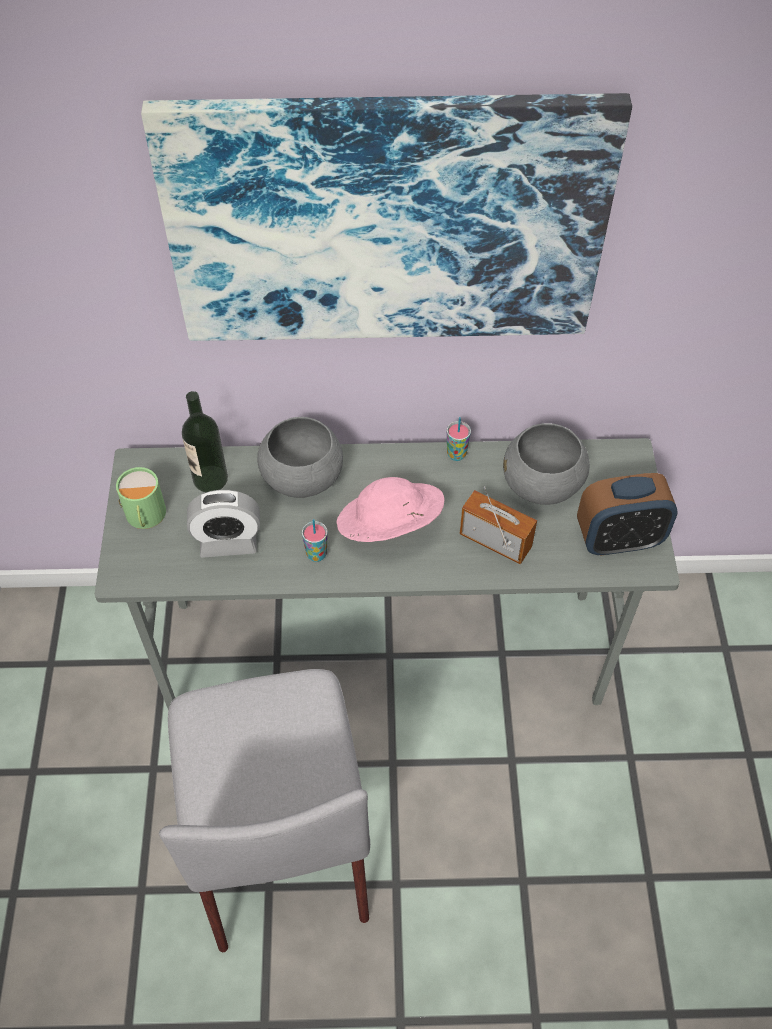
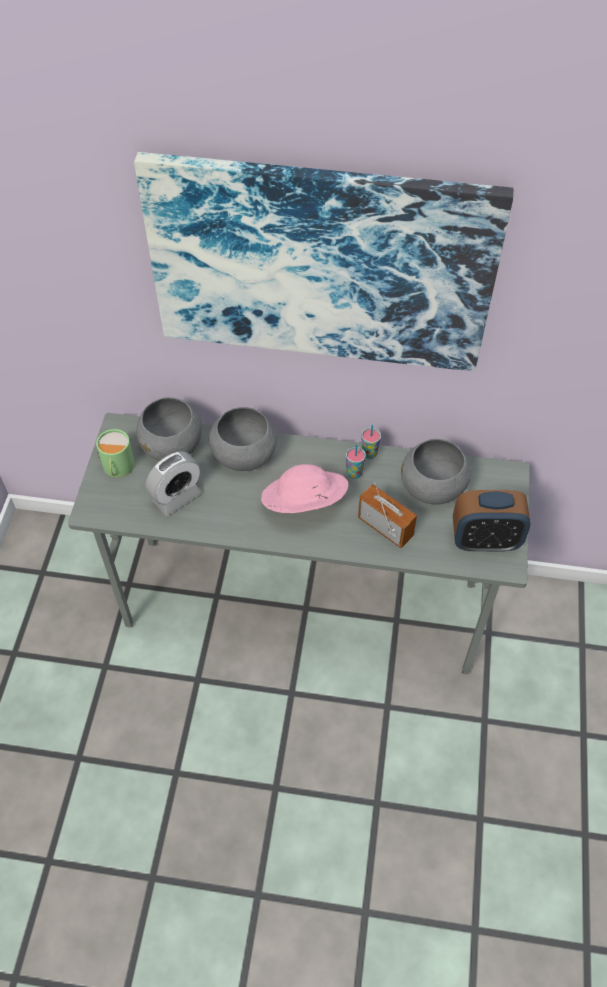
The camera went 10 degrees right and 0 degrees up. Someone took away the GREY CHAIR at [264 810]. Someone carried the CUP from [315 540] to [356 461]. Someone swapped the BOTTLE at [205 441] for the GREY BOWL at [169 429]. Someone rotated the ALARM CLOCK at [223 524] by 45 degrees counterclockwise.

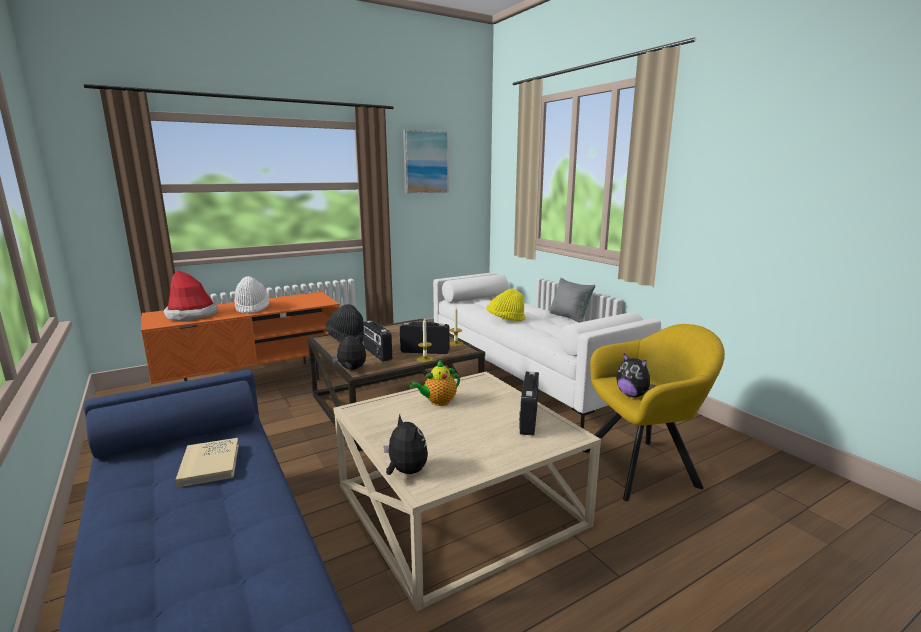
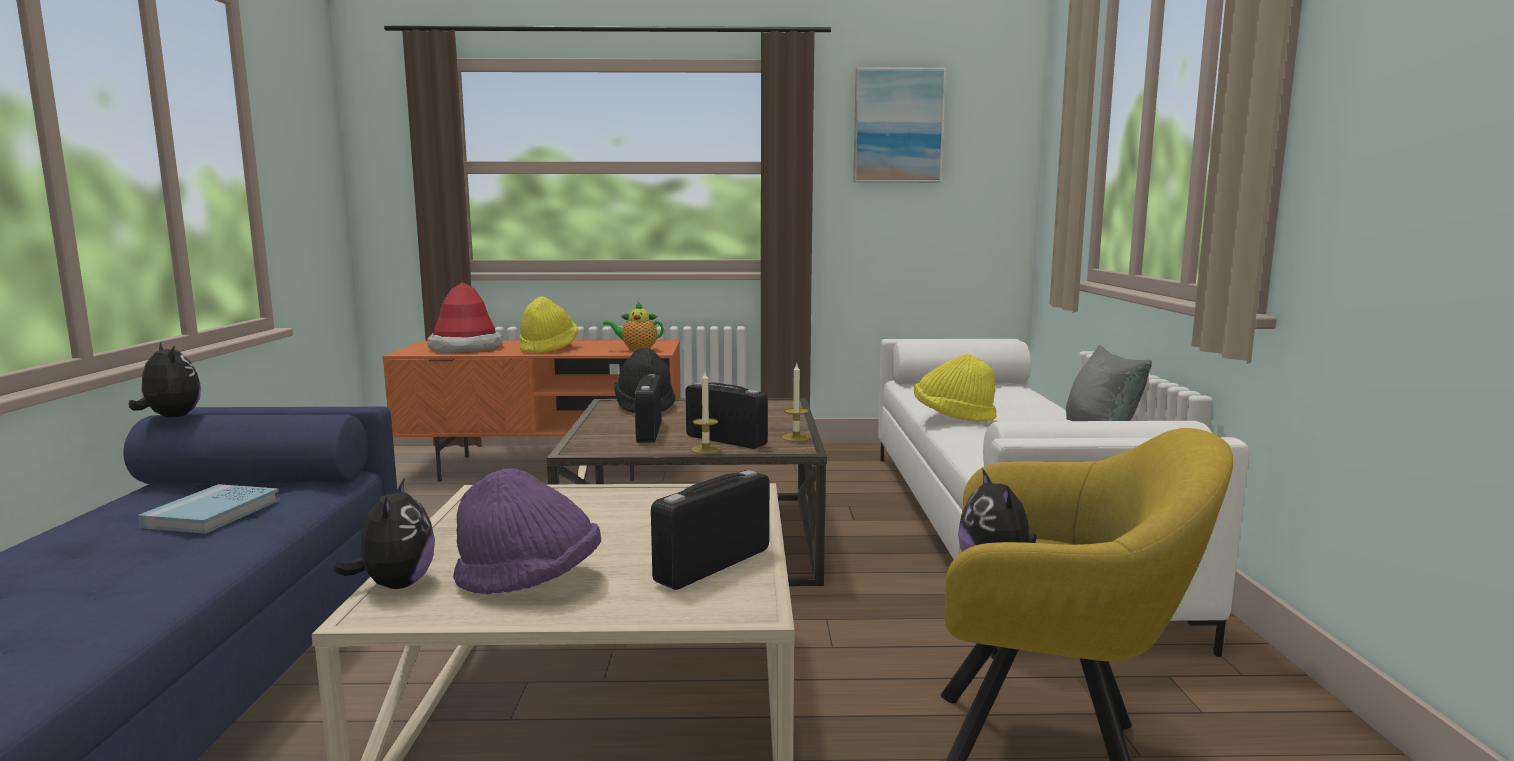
The camera went 30 degrees right and 5 degrees down. Someone put down the PURPLE HAT at [527 531]. Someone carried the PLUSH TOY from [349 351] to [165 379]. Someone carried the TEAPOT from [434 383] to [633 326]. Someone repainted the BEIGE BOOK at [207 463], which became the BLUE BOOK at [209 509]. Someone repainted the WHITE HAT at [252 294], which became the YELLOW HAT at [548 325].

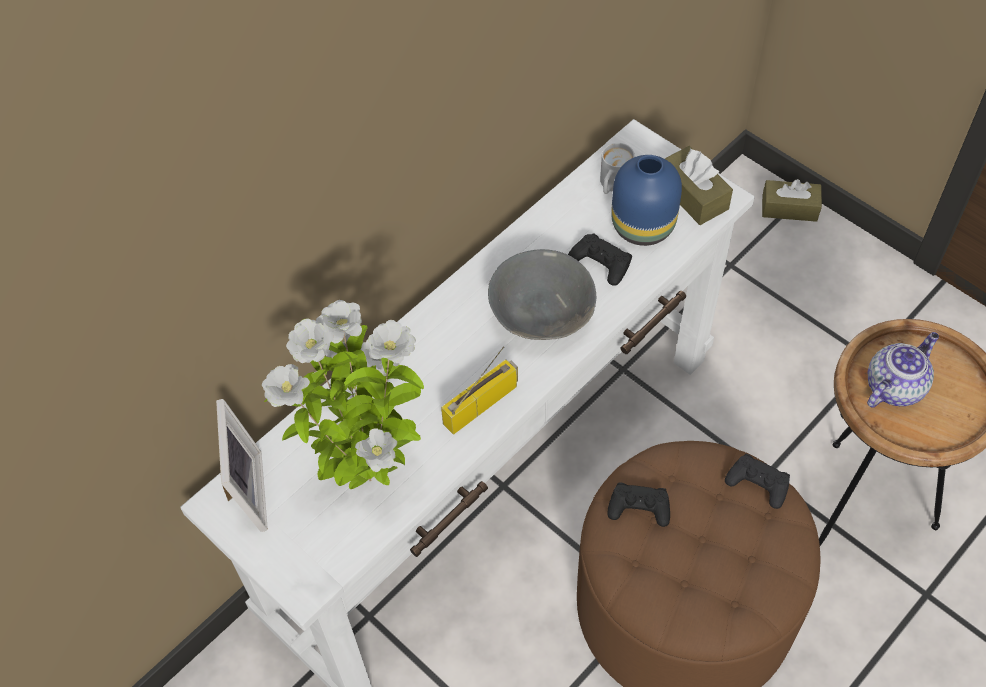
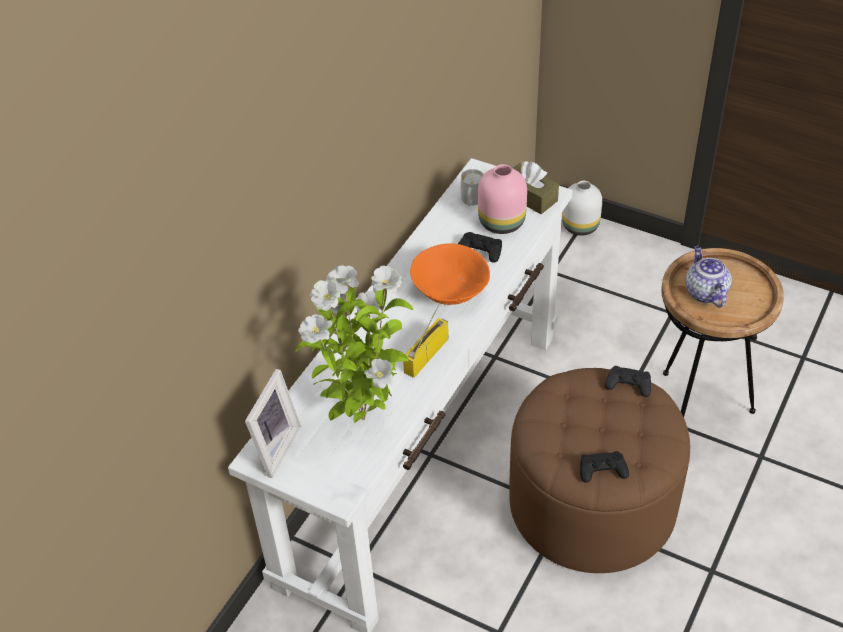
The camera went 15 degrees left and 10 degrees down. Someone carried the BLACK GAME CONTROLLER from [638 504] to [604 466]. Someone swapped the BROWN TISSUE BOX at [792 200] for the WHITE VASE at [582 208]. Someone repainted the GREY BOWL at [542 294], which became the ORANGE BOWL at [450 274]. Someone repainted the BLUE VASE at [646 200], which became the PINK VASE at [502 199]. Someone rotated the PICTURE FRAME at [242 465] by 45 degrees clockwise. Someone rotated the TEAPOT at [903 370] by 45 degrees counterclockwise.

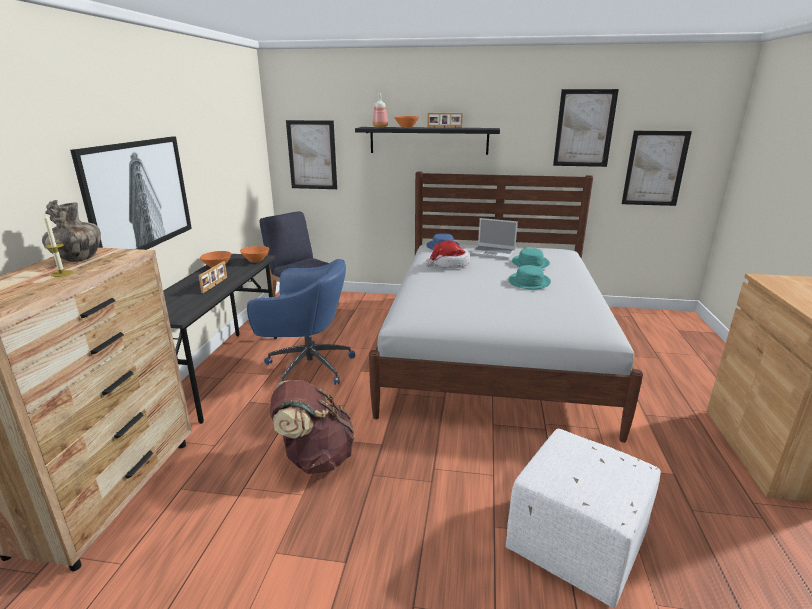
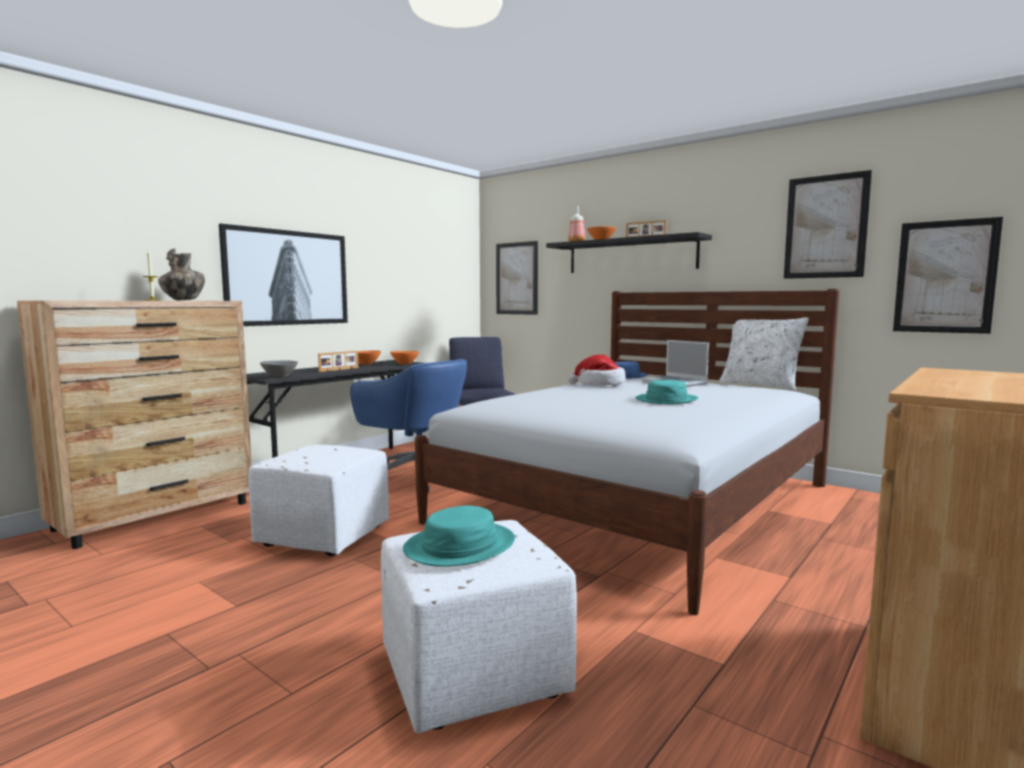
The camera went 30 degrees right and 15 degrees down. Someone put down the GREY BOWL at [279 369]. Someone put down the WHITE PILLOW at [764 354]. Someone carried the TURQUOISE HAT from [531 258] to [459 536]. Someone swapped the BROWN BACKPACK at [312 427] for the WHITE OTTOMAN at [319 500].

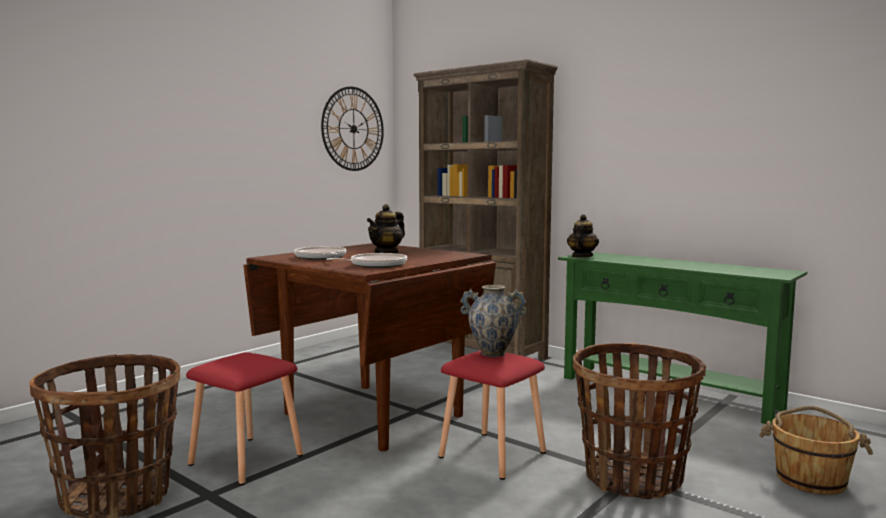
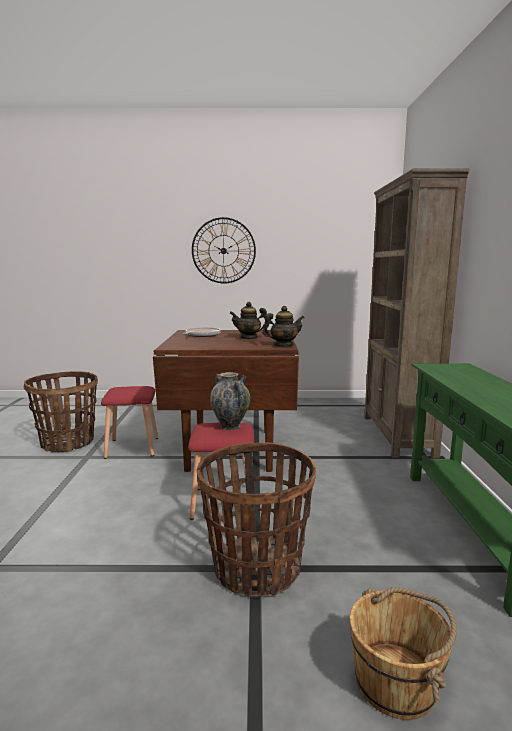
The camera went 50 degrees right and 5 degrees up. Someone took away the FRYING PAN at [366 260]. Someone carried the WALL CLOCK from [352 129] to [224 250]. Someone carried the TEAPOT from [583 235] to [283 326].

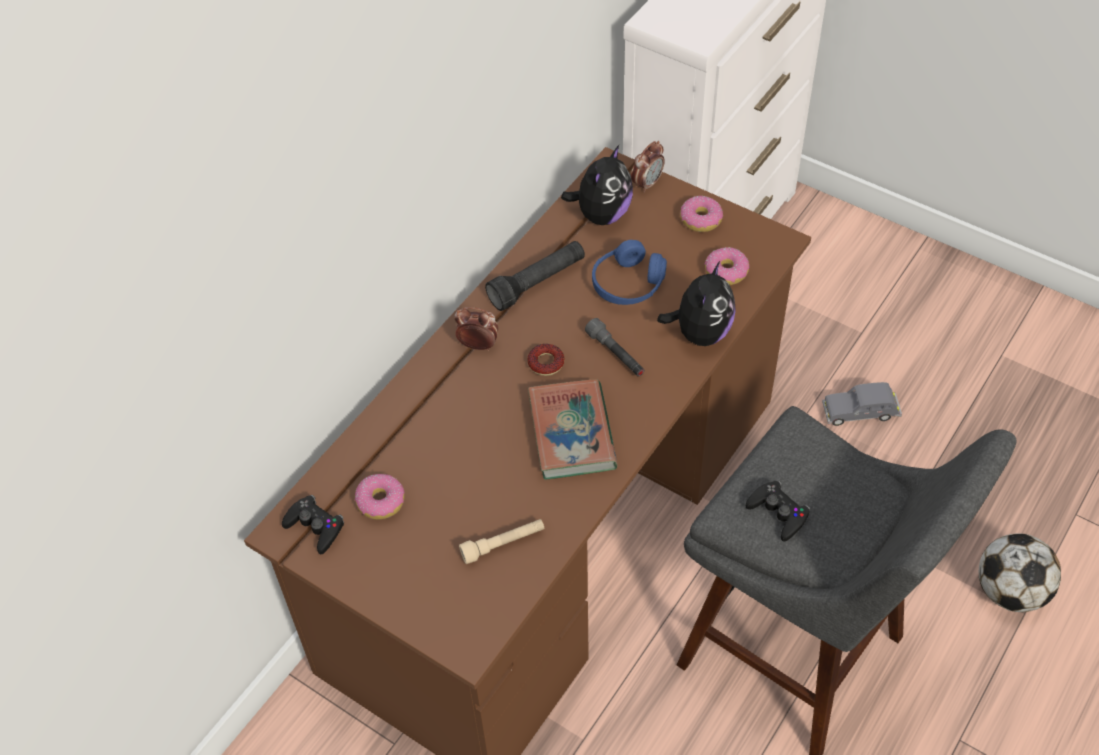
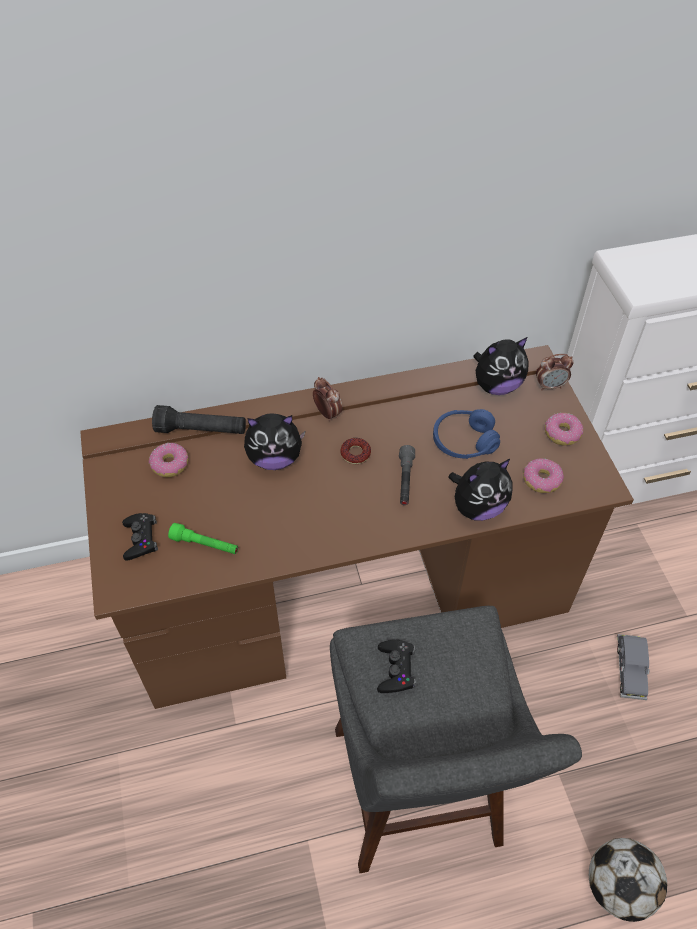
The camera went 40 degrees right and 0 degrees up. Someone took away the BOOK at [572 429]. Someone put down the PLUSH TOY at [275 441]. Someone carried the BLACK GAME CONTROLLER from [313 524] to [140 537]. Someone carried the BLACK FLASHLIGHT from [535 276] to [199 419]. Someone repainted the BEIGE FLASHLIGHT at [501 541], which became the GREEN FLASHLIGHT at [203 538]. Someone rotated the GREY TOY CAR at [862 404] by 120 degrees counterclockwise.

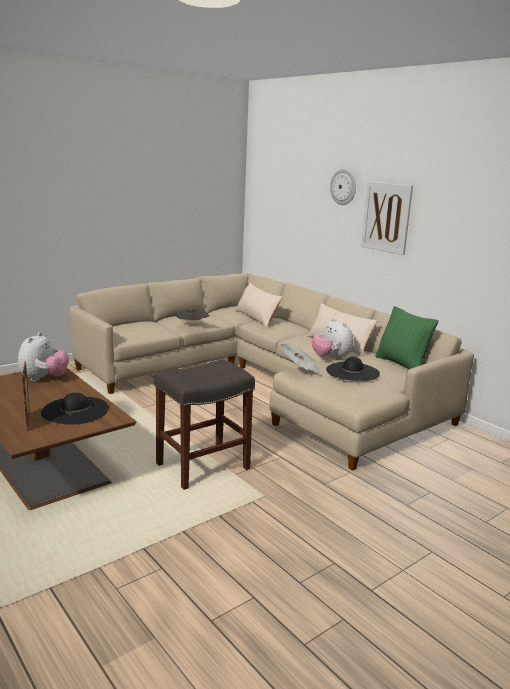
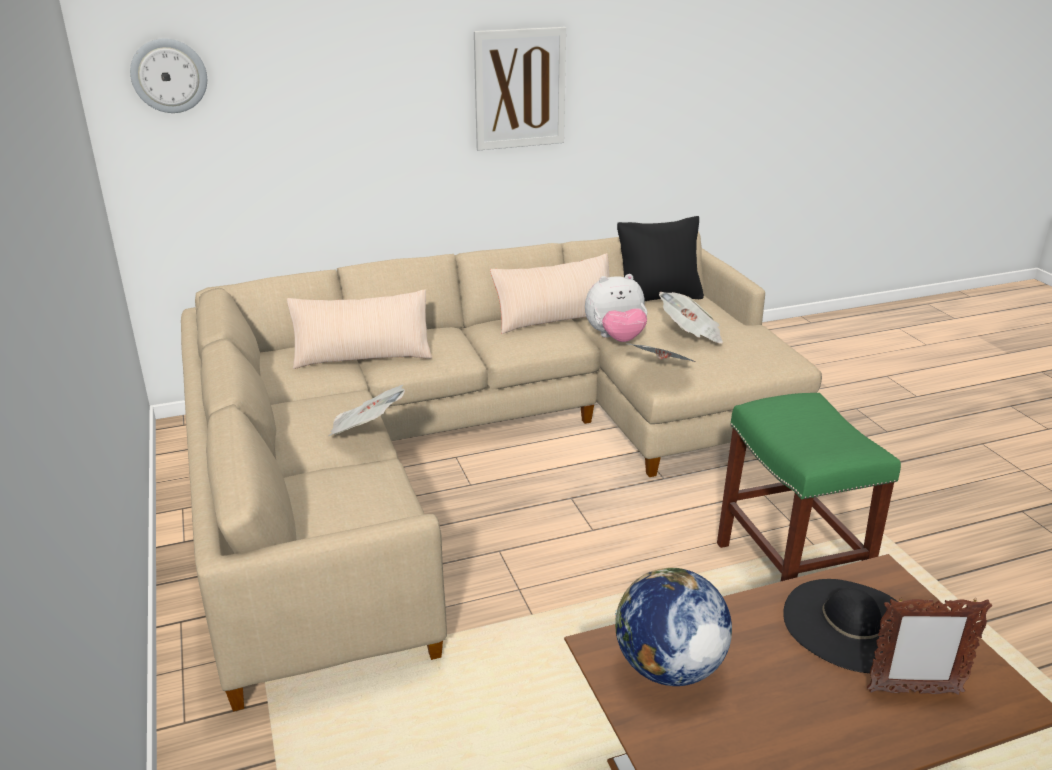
The camera went 70 degrees left and 10 degrees up. Someone carried the WALL CLOCK from [343 187] to [168 76]. Someone swapped the PLUSH TOY at [43 357] for the GLOBE at [673 627]. Someone swapped the BLACK HAT at [353 368] for the NEWSPAPER at [691 318]. Someone repainted the GREY STOOL at [204 425], which became the GREEN STOOL at [809 487]. Someone repainted the GREEN PILLOW at [406 338], which became the BLACK PILLOW at [660 258].

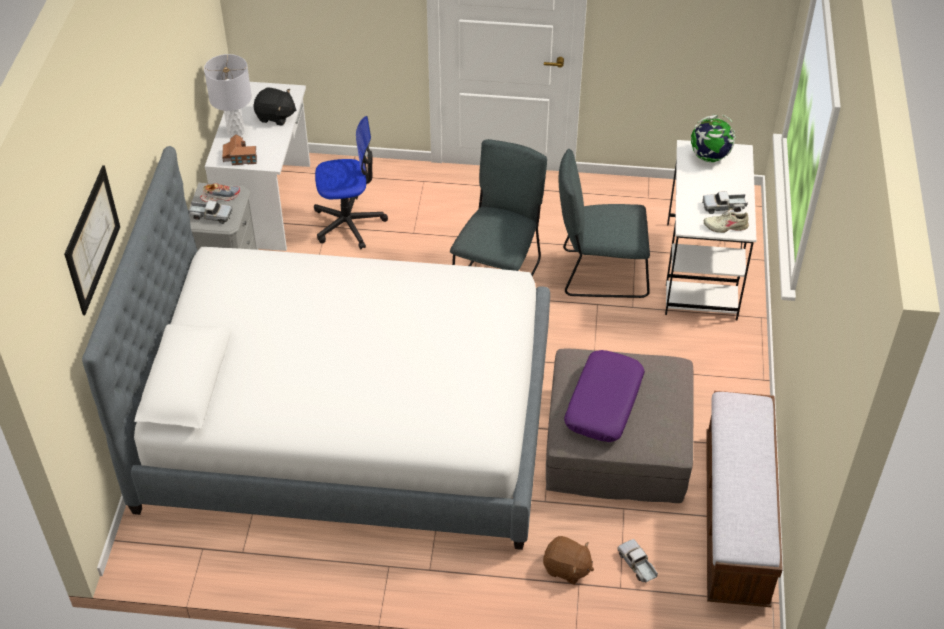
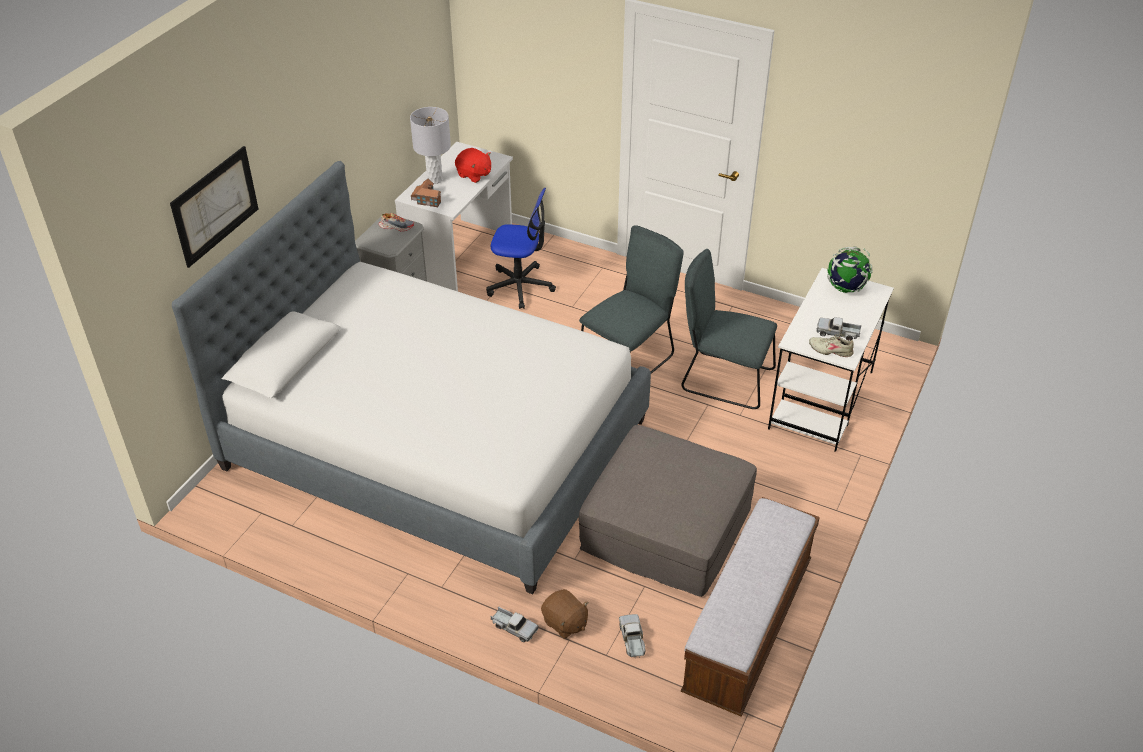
The camera went 20 degrees right and 5 degrees down. Someone took away the PURPLE PILLOW at [604 396]. Someone carried the TOY TRUCK from [210 212] to [514 624]. Someone repainted the BLACK PLUSH TOY at [275 106], which became the RED PLUSH TOY at [473 165].

